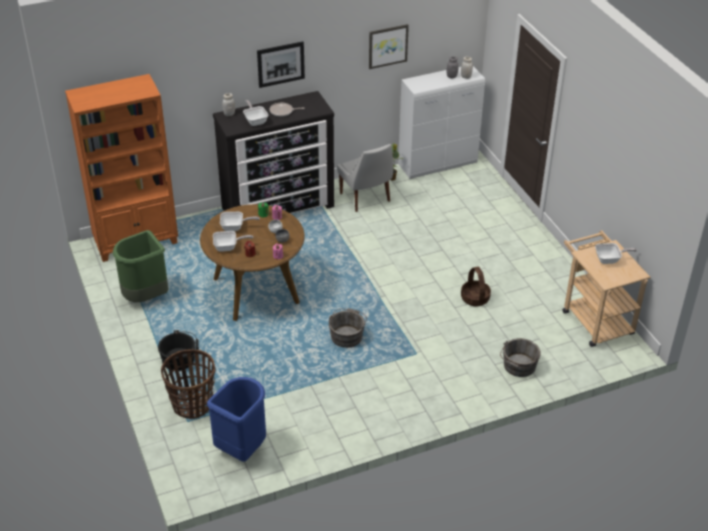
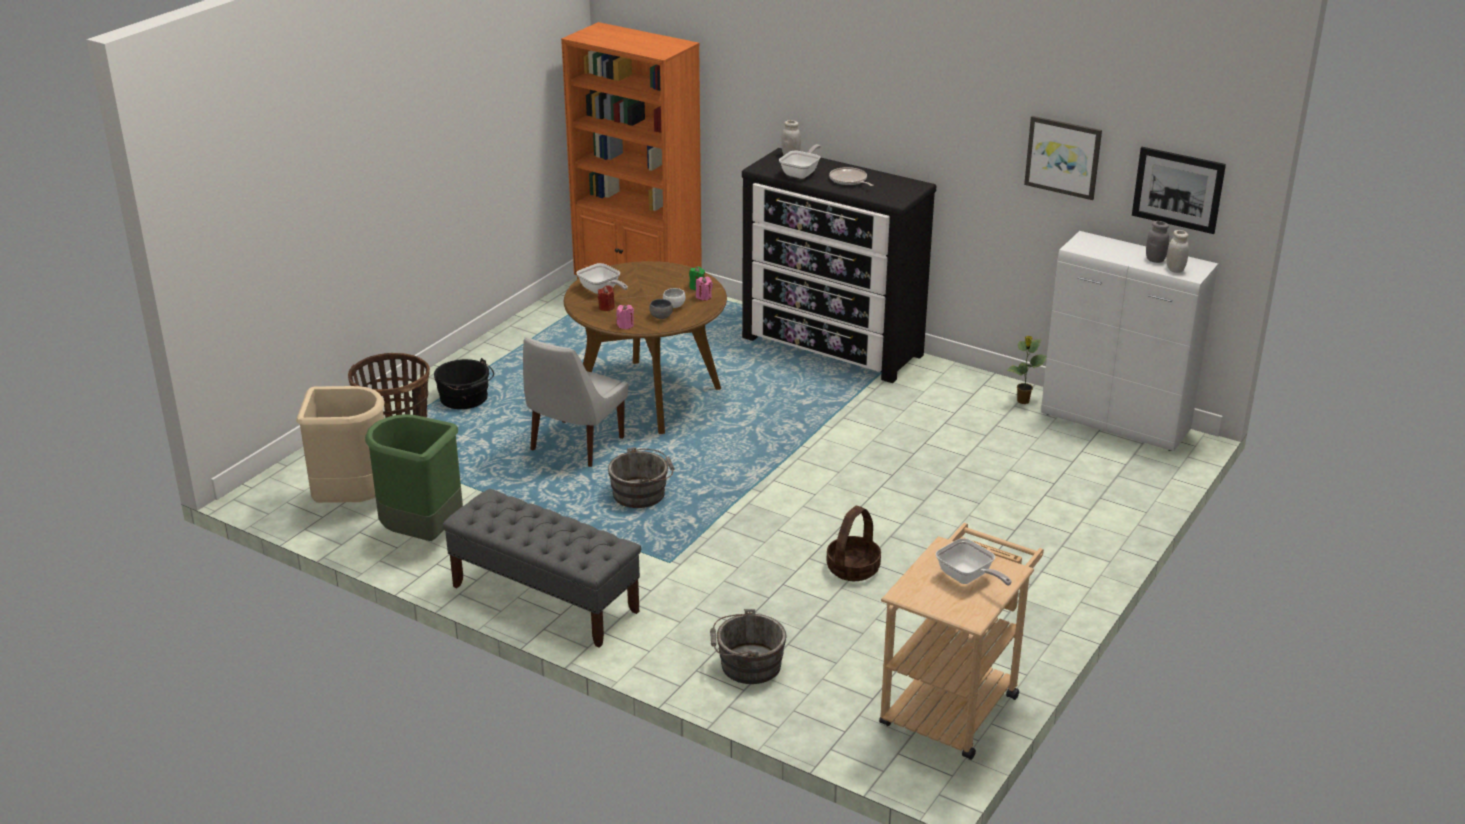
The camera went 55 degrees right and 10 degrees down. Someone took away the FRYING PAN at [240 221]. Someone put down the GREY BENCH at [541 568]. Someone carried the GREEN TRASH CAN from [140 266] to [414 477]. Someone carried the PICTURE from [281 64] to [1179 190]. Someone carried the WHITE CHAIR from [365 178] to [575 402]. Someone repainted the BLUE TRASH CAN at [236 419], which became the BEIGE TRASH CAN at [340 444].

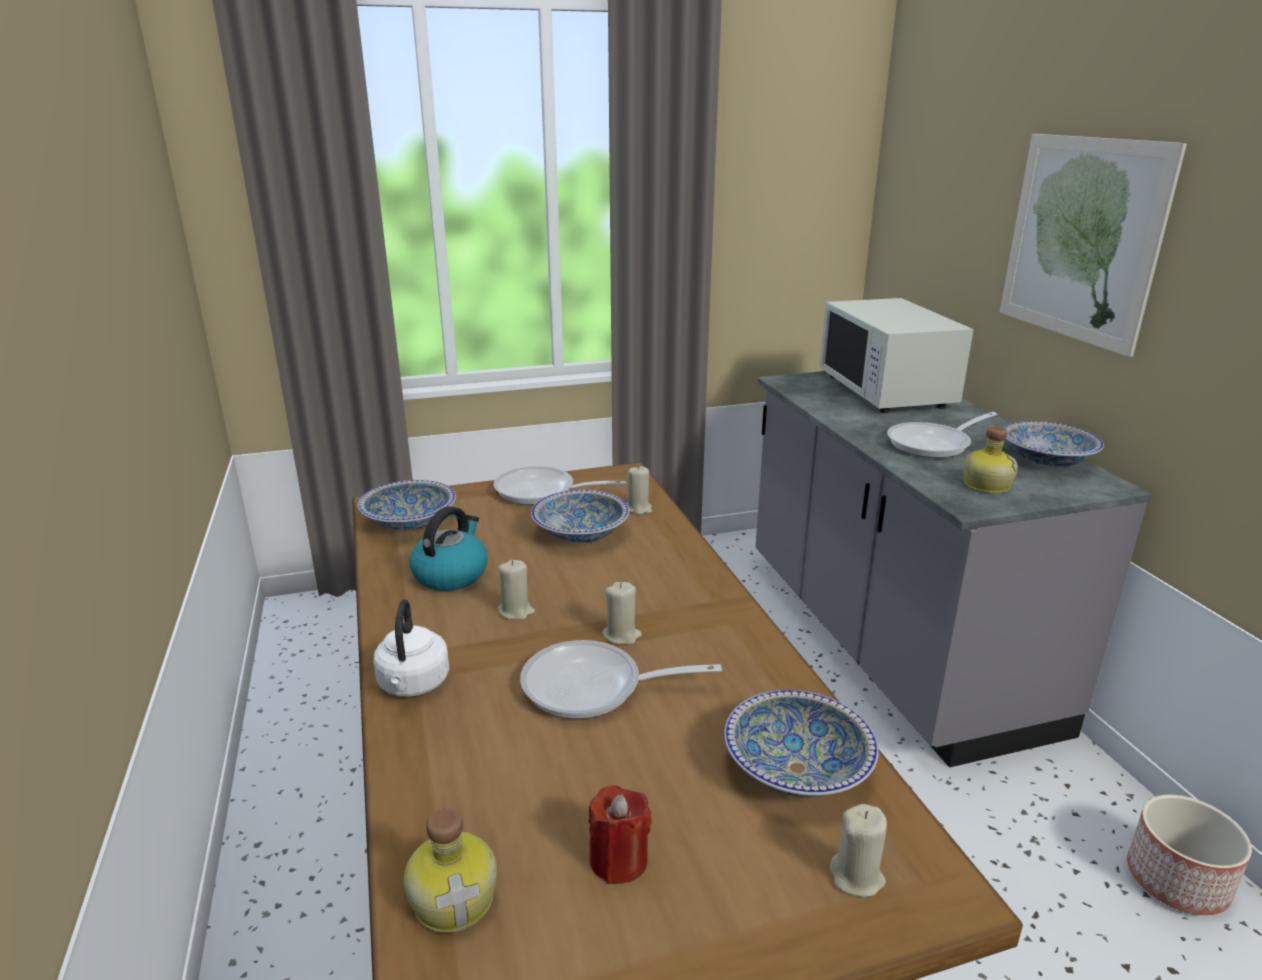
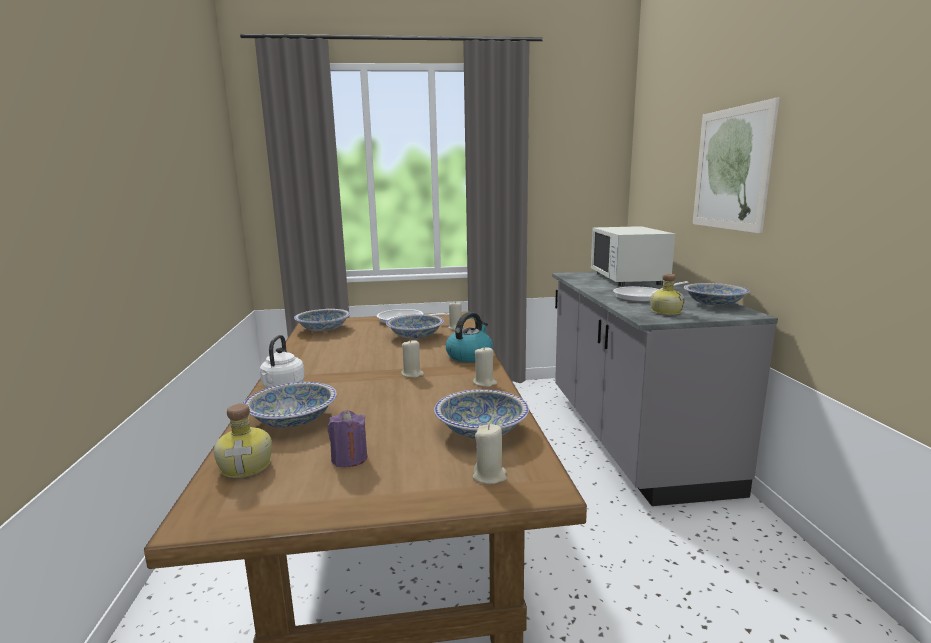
The camera went 10 degrees right and 10 degrees down. Someone took away the FRYING PAN at [621 679]. Someone took away the PLANTER at [1189 854]. Someone put down the BOWL at [290 405]. Someone carried the KETTLE from [448 548] to [469 337]. Someone carried the BEIGE CANDLE from [516 590] to [485 366]. Someone repainted the RED CANDLE at [620 834], which became the PURPLE CANDLE at [347 438].

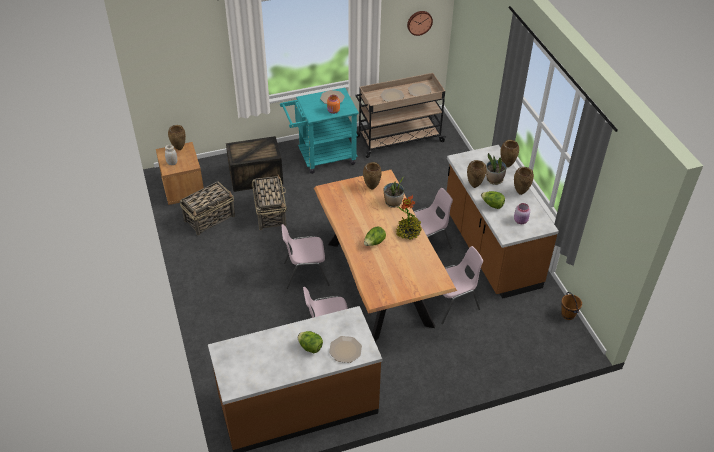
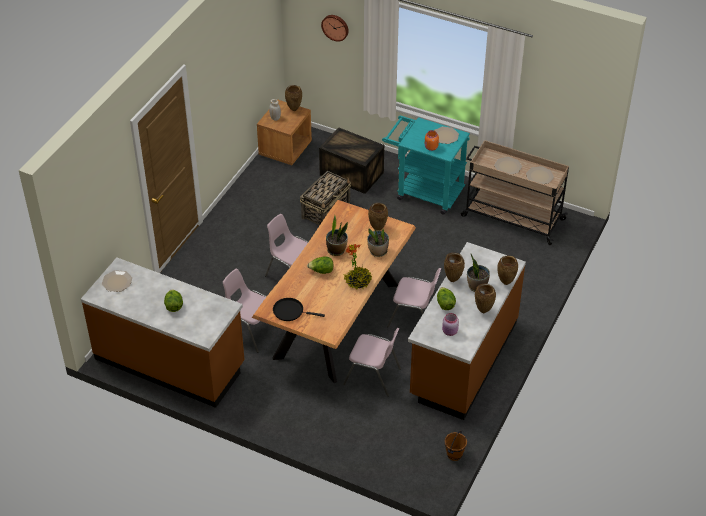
The camera went 45 degrees right and 0 degrees up. Someone took away the BASKET at [207 208]. Someone put down the BLACK FRYING PAN at [299 309]. Someone put down the POTTED PLANT at [337 235]. Someone carried the PLATE from [345 349] to [117 281]. Someone carried the WALL CLOCK from [420 23] to [335 28].

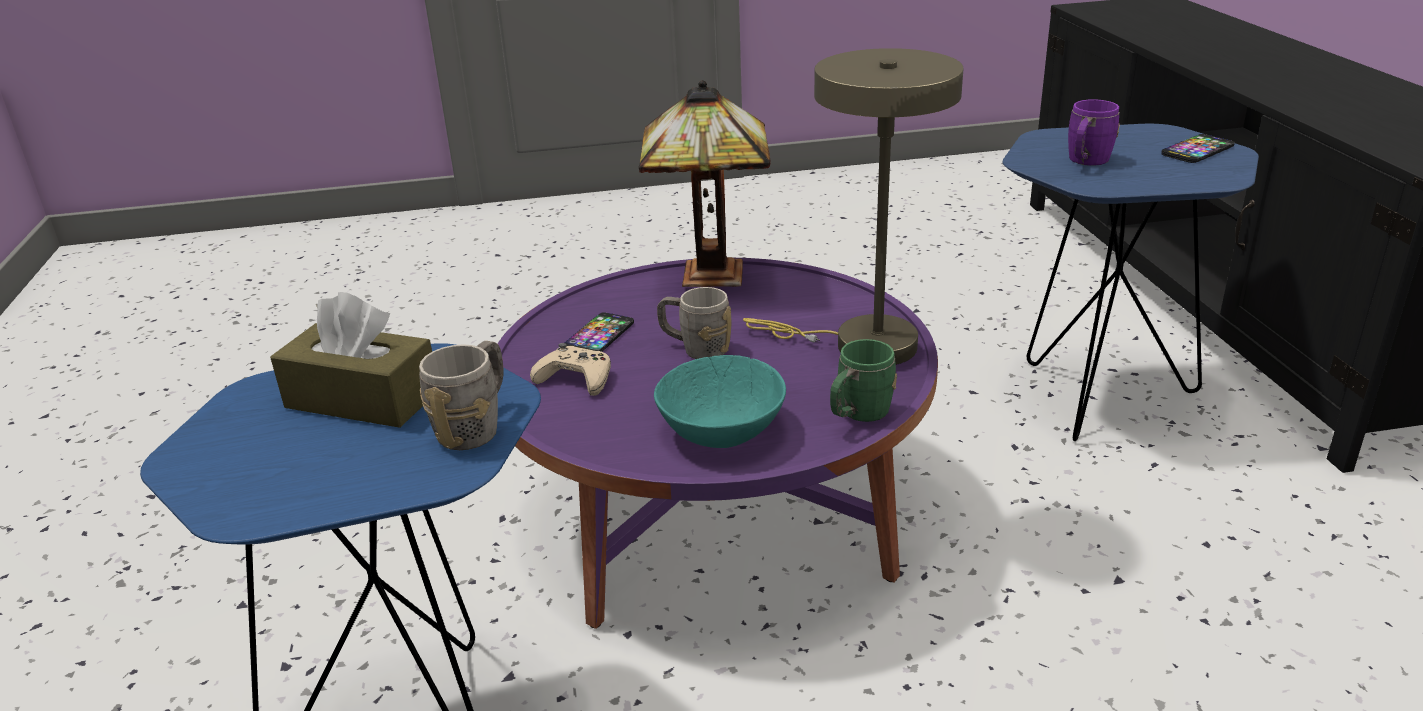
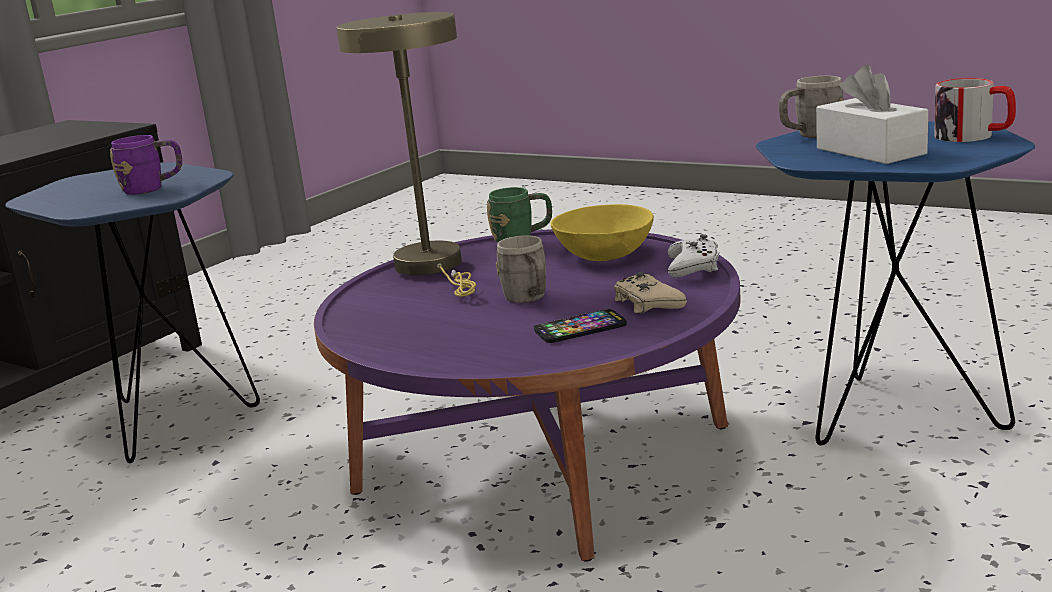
The camera went 135 degrees left and 10 degrees down. Someone took away the TABLE LAMP at [705 183]. Someone took away the PHONE at [1198 148]. Someone put down the WHITE GAME CONTROLLER at [693 256]. Someone put down the MUG at [975 110]. Someone repainted the BROWN TISSUE BOX at [351 360], which became the WHITE TISSUE BOX at [872 114]. Someone repainted the TURQUOISE BOWL at [720 401], which became the YELLOW BOWL at [602 232].

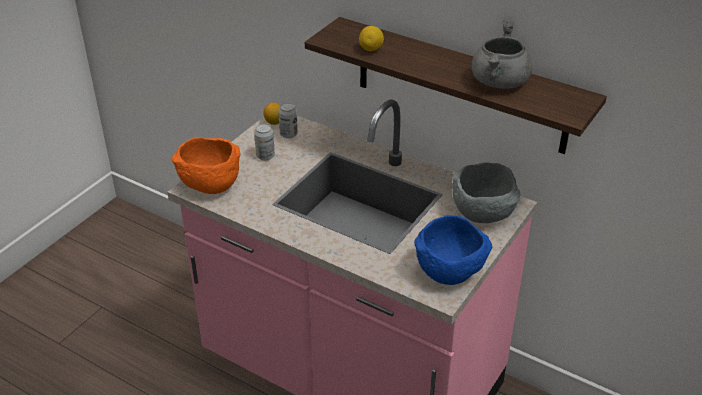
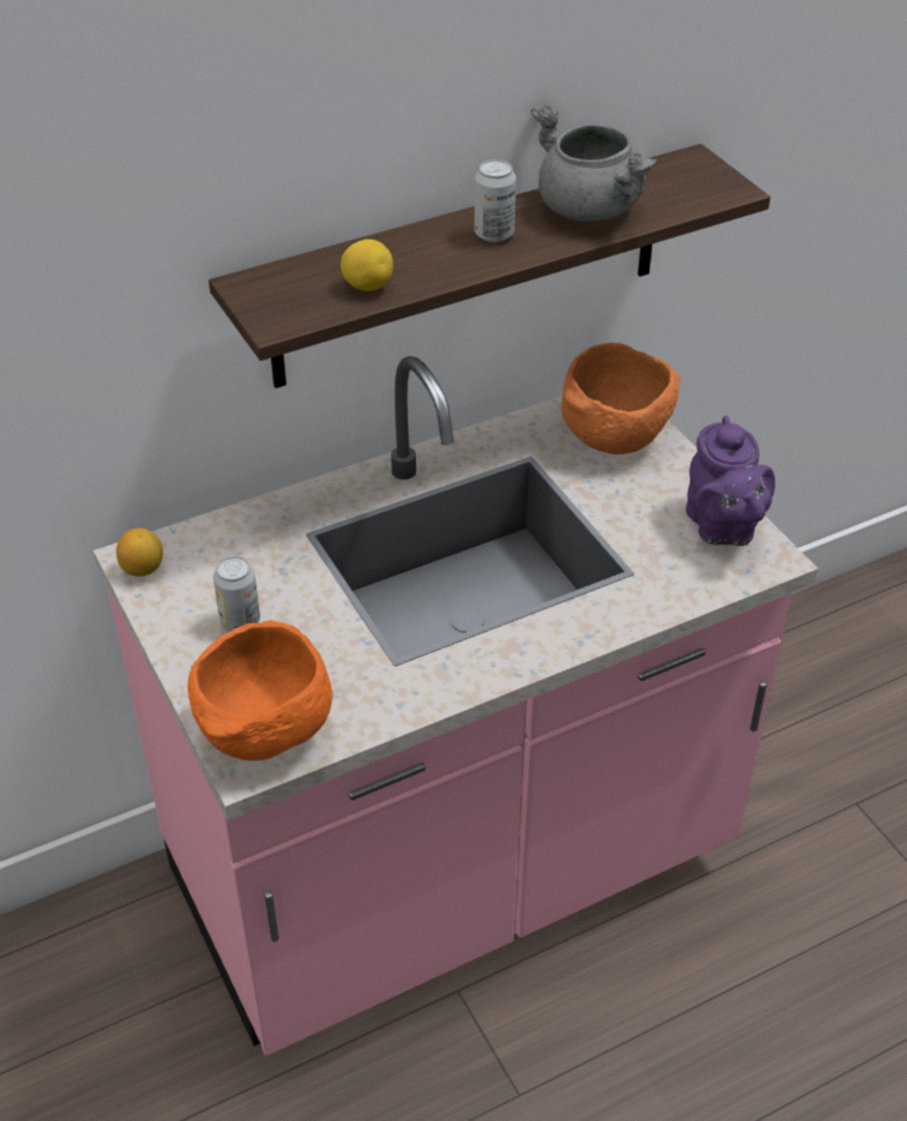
The camera went 60 degrees left and 5 degrees up. Someone carried the CAN from [288 120] to [495 200]. Someone swapped the BLUE BOWL at [453 250] for the PURPLE TEAPOT at [730 481]. Someone repainted the GREY BOWL at [486 192], which became the ORANGE BOWL at [621 398].

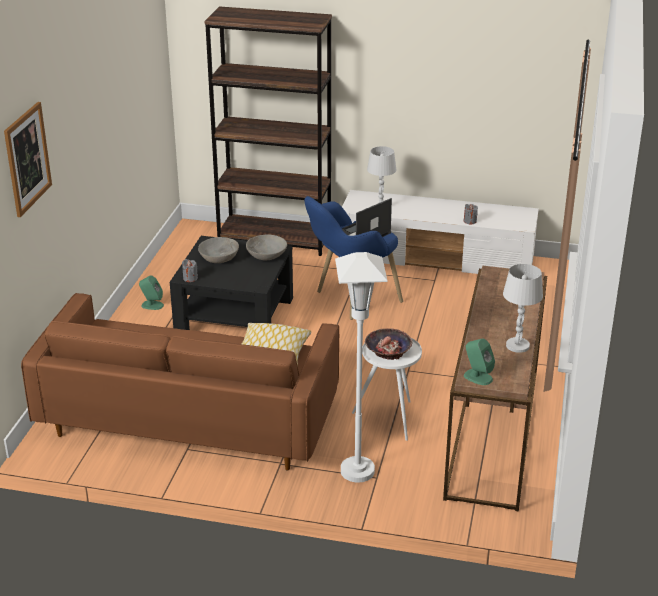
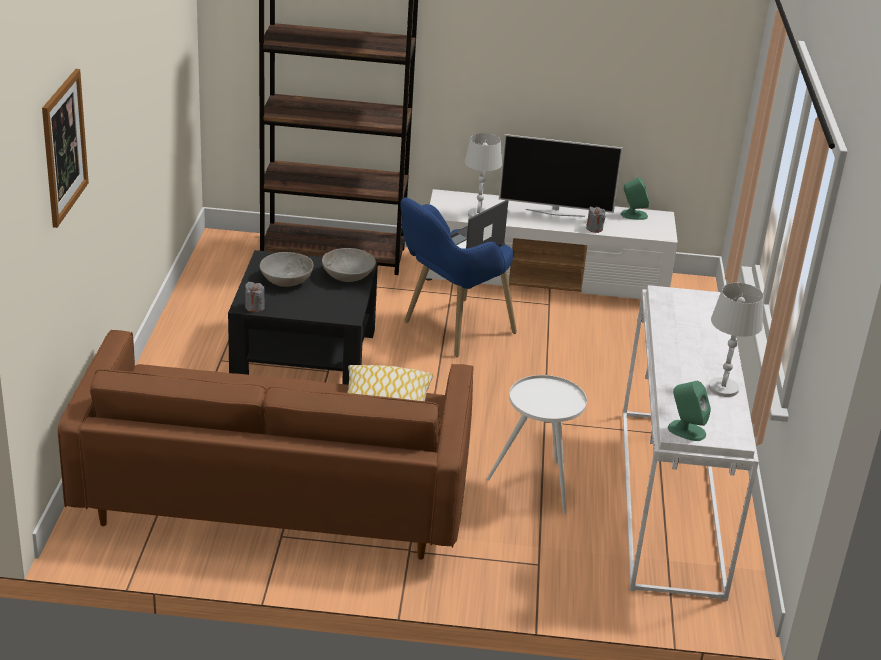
The camera went 10 degrees left and 0 degrees up. Someone took away the WHITE FLOOR LAMP at [361 367]. Someone took away the BOWL at [388 344]. Someone put down the TELEVISION at [561 175]. Someone carried the GREEN SPEAKER from [151 292] to [635 198]. Someone repainted the BROWN CONSOLE TABLE at [495 389], which became the WHITE CONSOLE TABLE at [690 443].

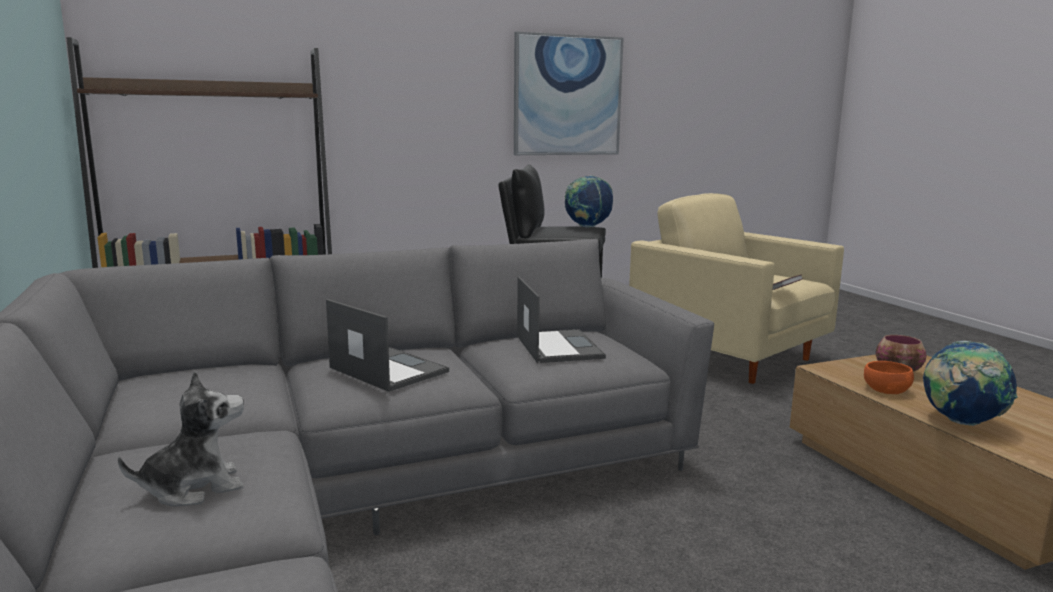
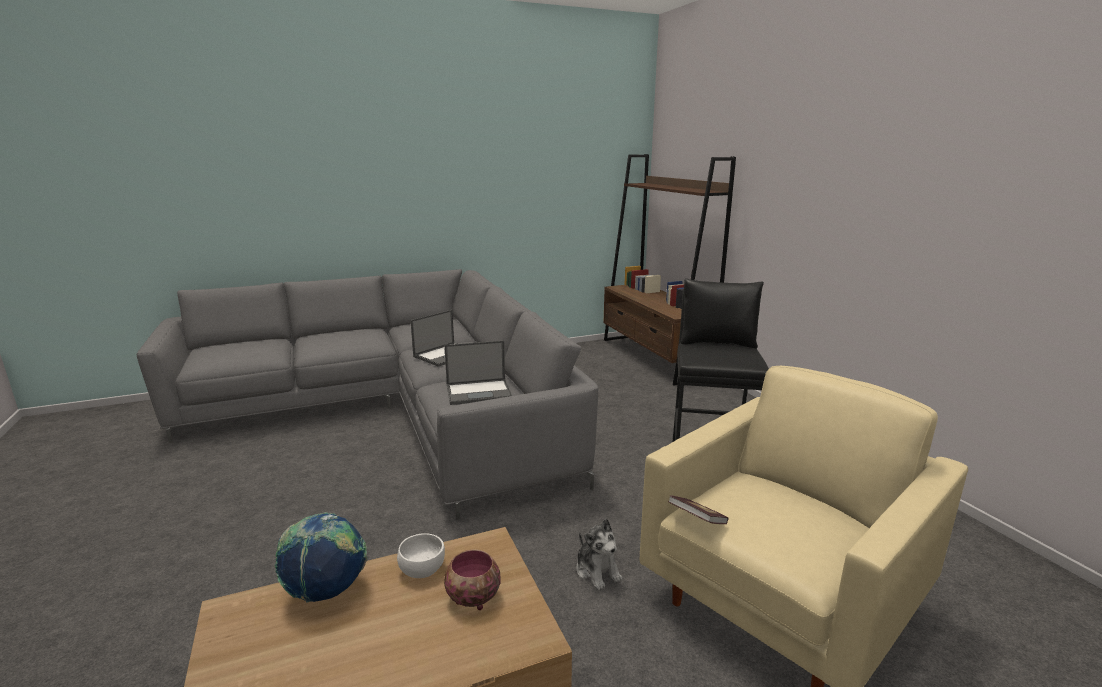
The camera went 90 degrees right and 5 degrees up. Someone took away the PICTURE at [569 93]. Someone took away the GLOBE at [589 201]. Someone carried the PLUSH TOY from [181 438] to [599 554]. Someone repainted the ORANGE BOWL at [889 377], which became the WHITE BOWL at [421 555].

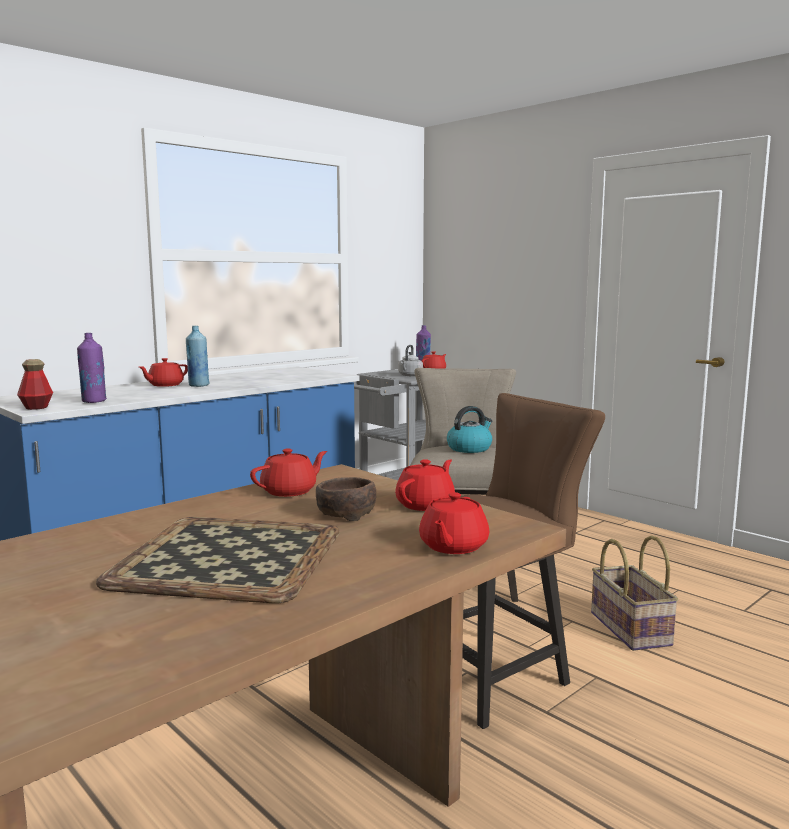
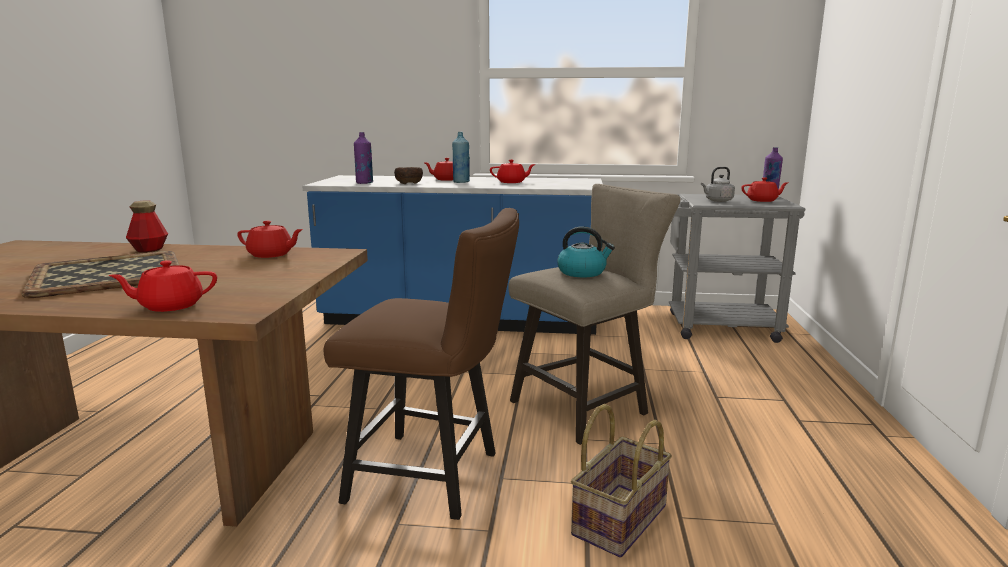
The camera went 50 degrees right and 5 degrees up. Someone carried the BOTTLE from [35 384] to [147 226]. Someone carried the BROWN BOWL from [346 499] to [408 175]. Someone carried the RED TEAPOT from [425 485] to [513 171].

